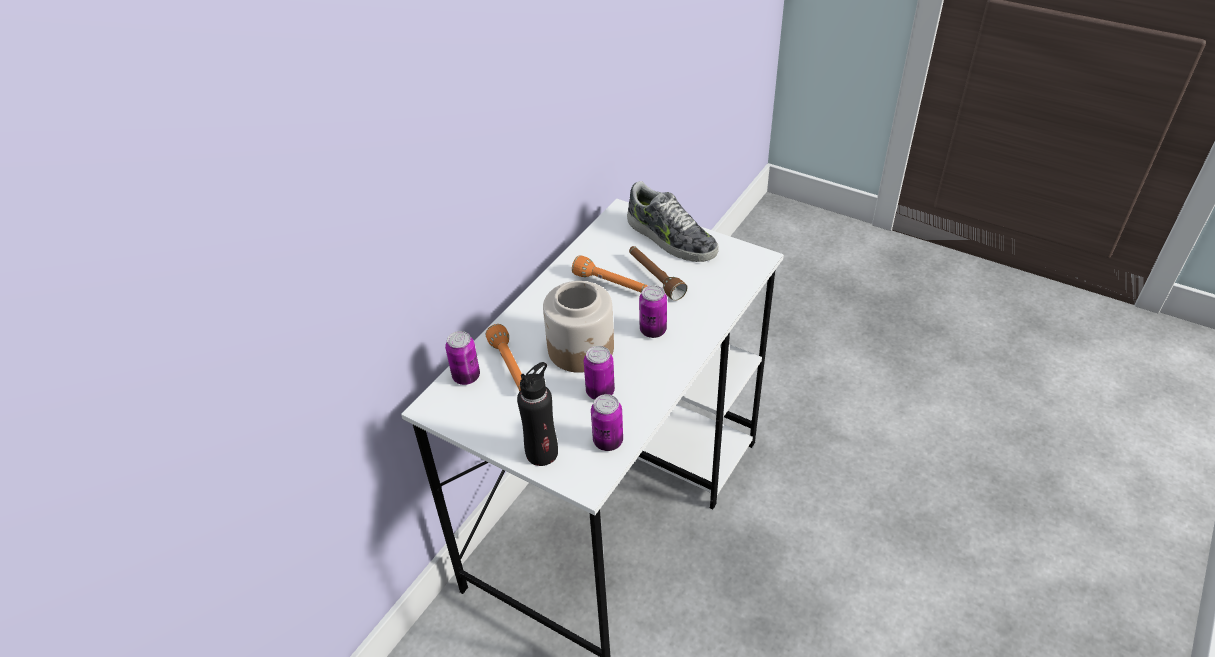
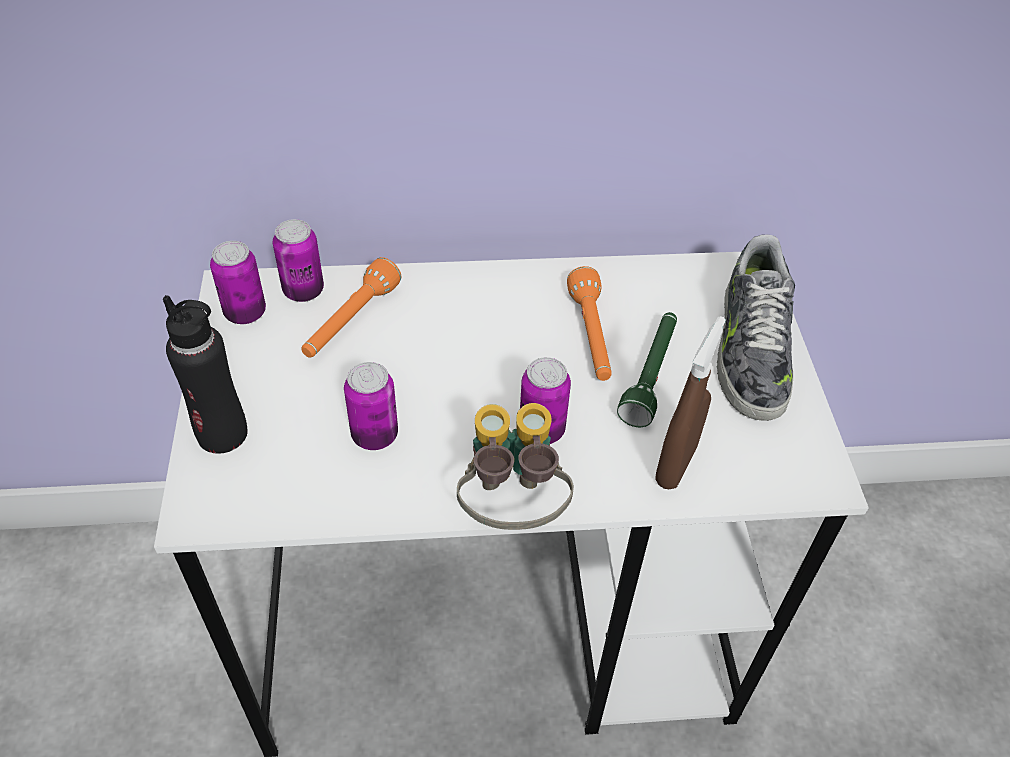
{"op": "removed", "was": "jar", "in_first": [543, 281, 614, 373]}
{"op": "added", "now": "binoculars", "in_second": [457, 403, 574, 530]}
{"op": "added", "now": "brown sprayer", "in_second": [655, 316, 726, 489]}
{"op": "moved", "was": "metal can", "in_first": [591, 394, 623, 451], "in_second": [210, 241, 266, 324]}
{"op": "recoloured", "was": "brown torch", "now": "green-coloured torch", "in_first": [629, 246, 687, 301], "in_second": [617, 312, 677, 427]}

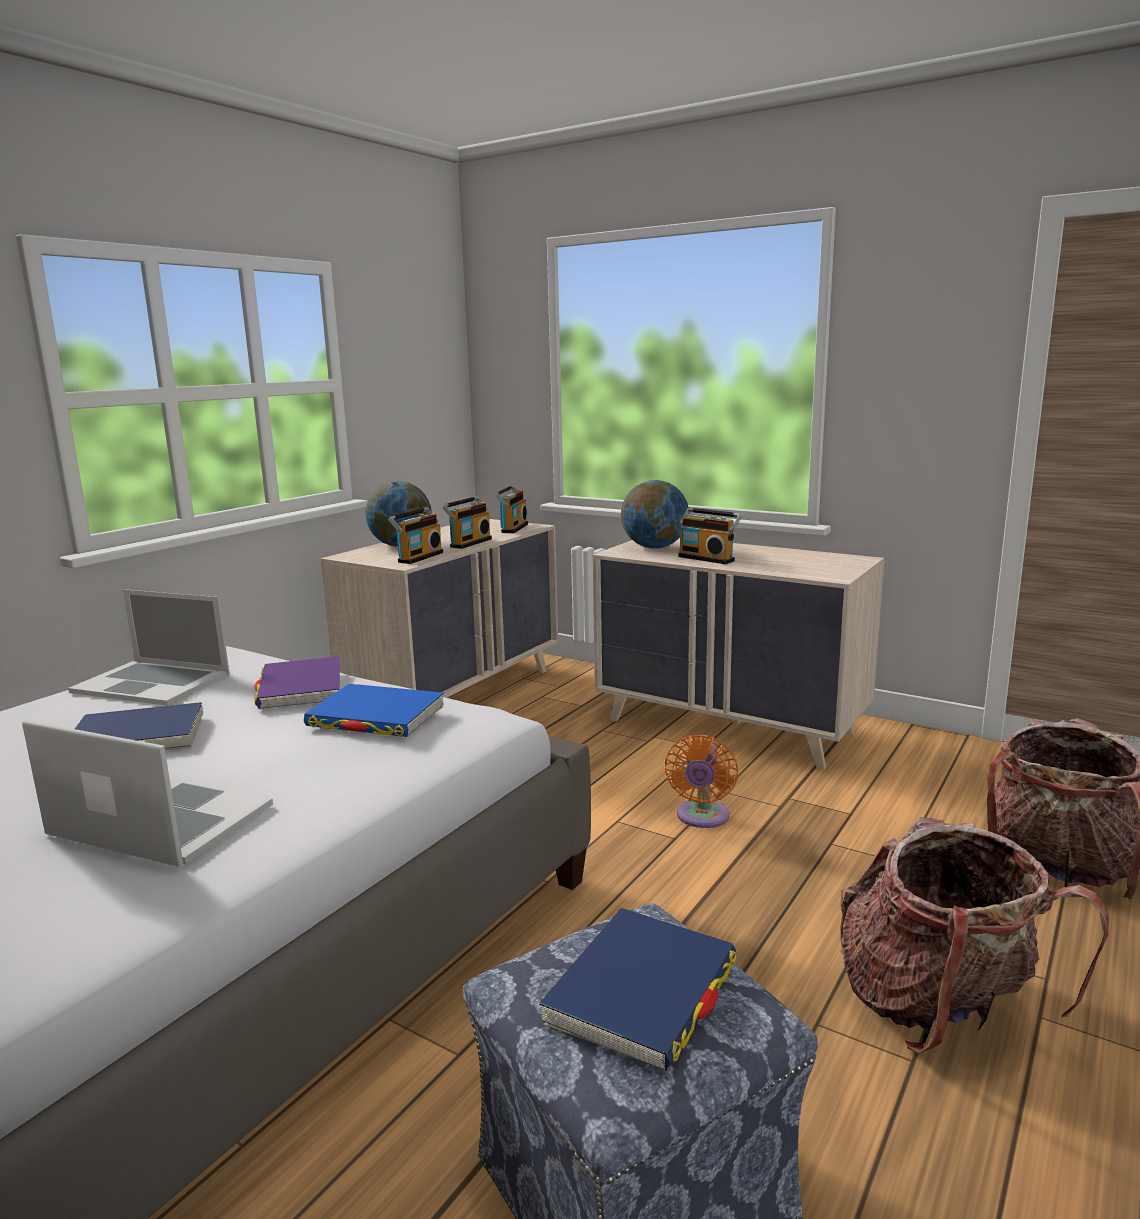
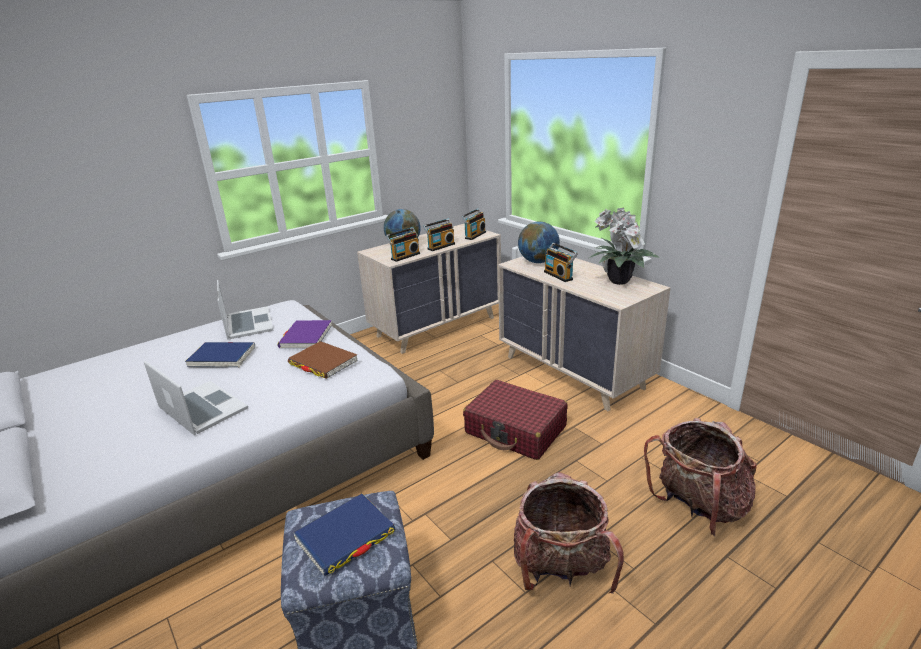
{"op": "added", "now": "plant in a pot", "in_second": [589, 208, 660, 285]}
{"op": "replaced", "was": "orangey fan", "now": "red-coloured suitcase", "in_first": [664, 735, 738, 828], "in_second": [463, 380, 568, 460]}
{"op": "recoloured", "was": "blue-coloured bound book", "now": "brown bound book", "in_first": [304, 684, 444, 737], "in_second": [288, 341, 358, 379]}
{"op": "turned", "was": "portable computer", "in_first": [68, 589, 230, 706], "in_second": [217, 280, 274, 339], "clockwise": -150}

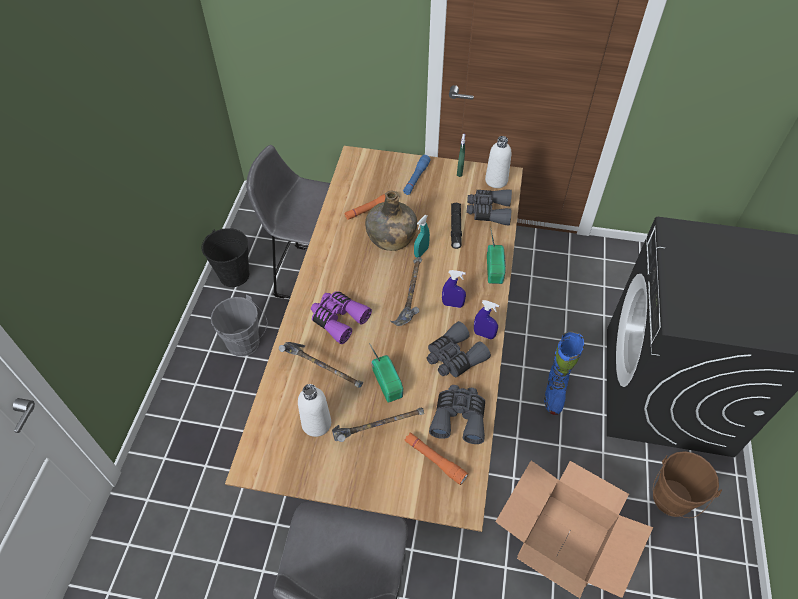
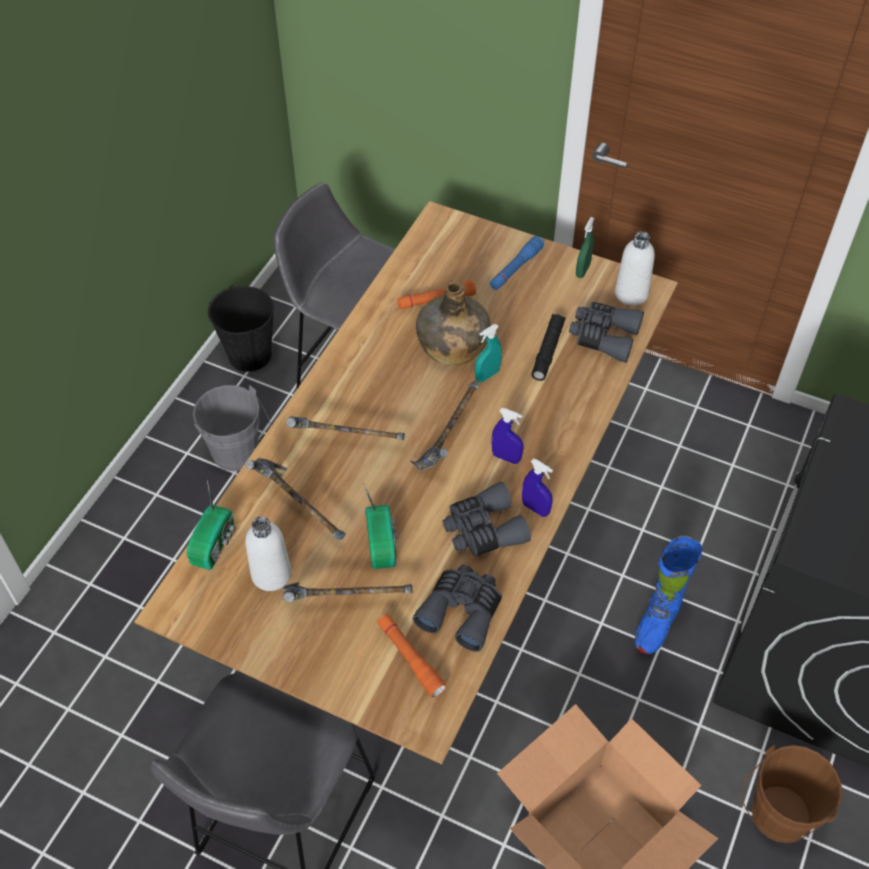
{"op": "moved", "was": "radio receiver", "in_first": [487, 227, 506, 284], "in_second": [187, 480, 236, 570]}
{"op": "replaced", "was": "purplish binoculars", "now": "tool hammer", "in_first": [311, 291, 372, 344], "in_second": [286, 416, 405, 440]}

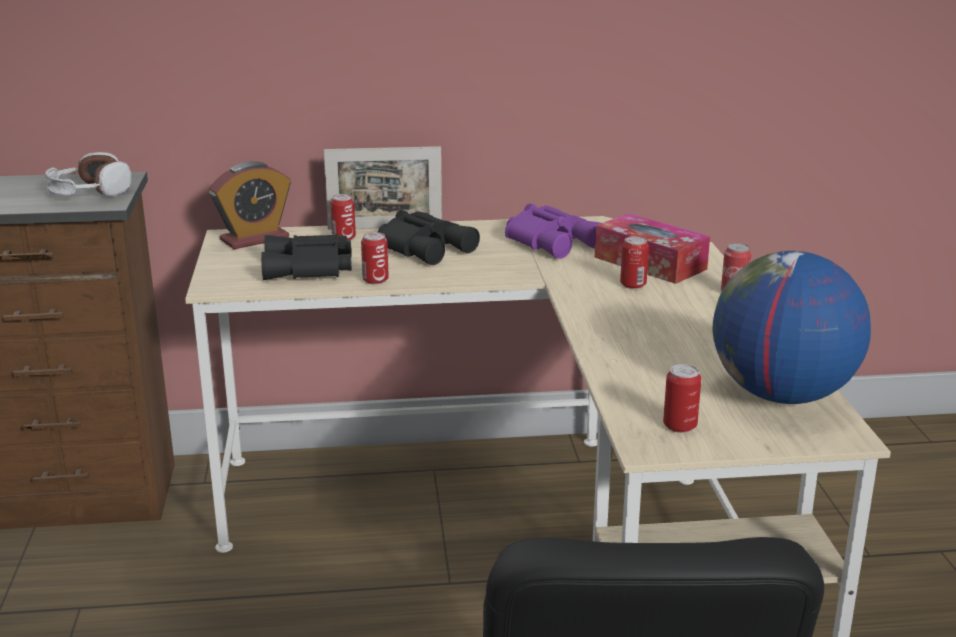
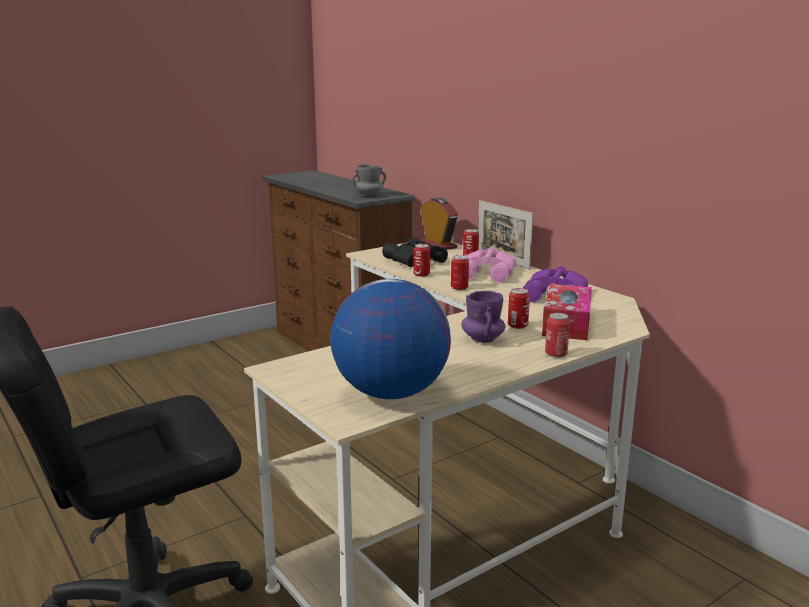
{"op": "added", "now": "purplish tea mug", "in_second": [461, 291, 506, 343]}
{"op": "moved", "was": "metal can", "in_first": [663, 364, 701, 433], "in_second": [451, 255, 469, 290]}
{"op": "replaced", "was": "headphones", "now": "gray tea mug", "in_first": [45, 152, 131, 196], "in_second": [352, 164, 386, 196]}
{"op": "recoloured", "was": "black-coloured binoculars", "now": "pink-coloured binoculars", "in_first": [378, 210, 480, 265], "in_second": [467, 247, 516, 283]}
{"op": "turned", "was": "table clock", "in_first": [209, 161, 291, 249], "in_second": [420, 198, 458, 250], "clockwise": -150}

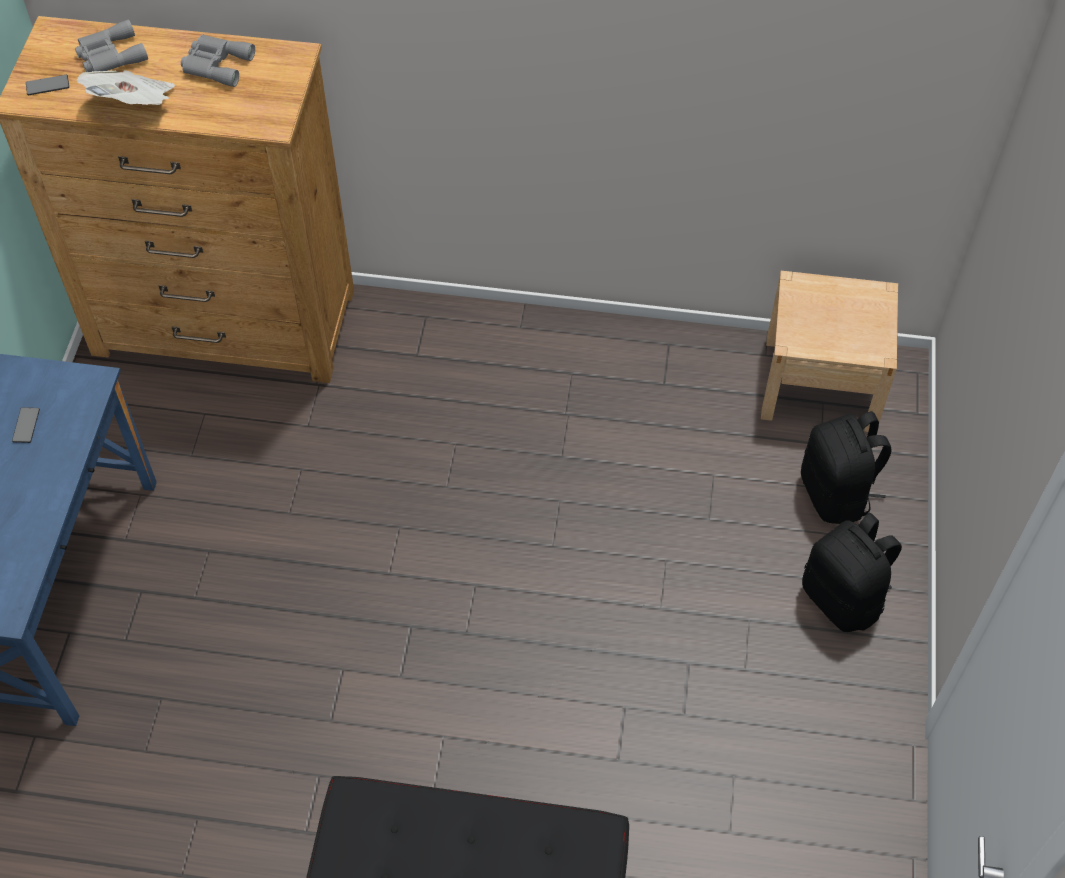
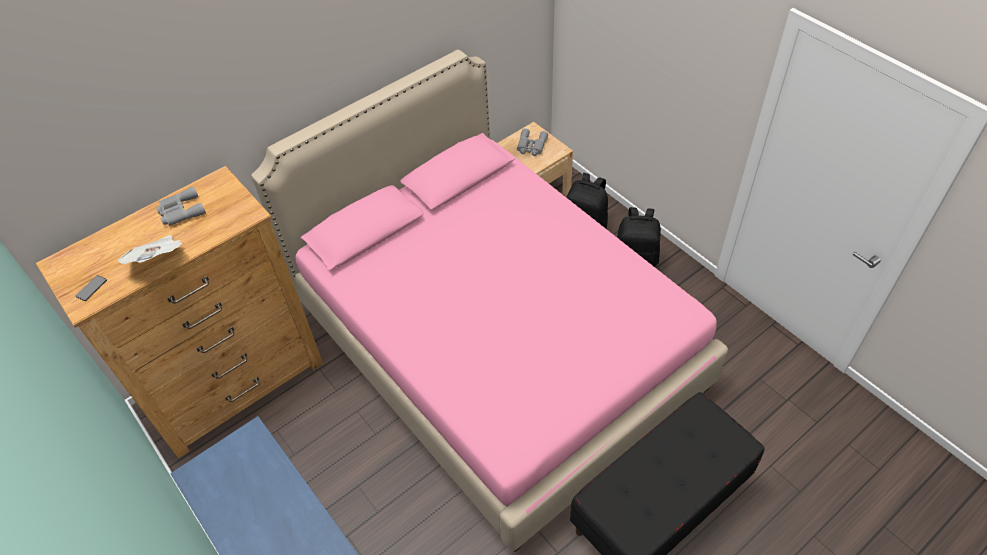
{"op": "removed", "was": "handset", "in_first": [12, 407, 40, 443]}
{"op": "added", "now": "pink-coloured bed", "in_second": [251, 50, 728, 552]}
{"op": "moved", "was": "gray binoculars", "in_first": [75, 20, 148, 72], "in_second": [517, 128, 548, 156]}

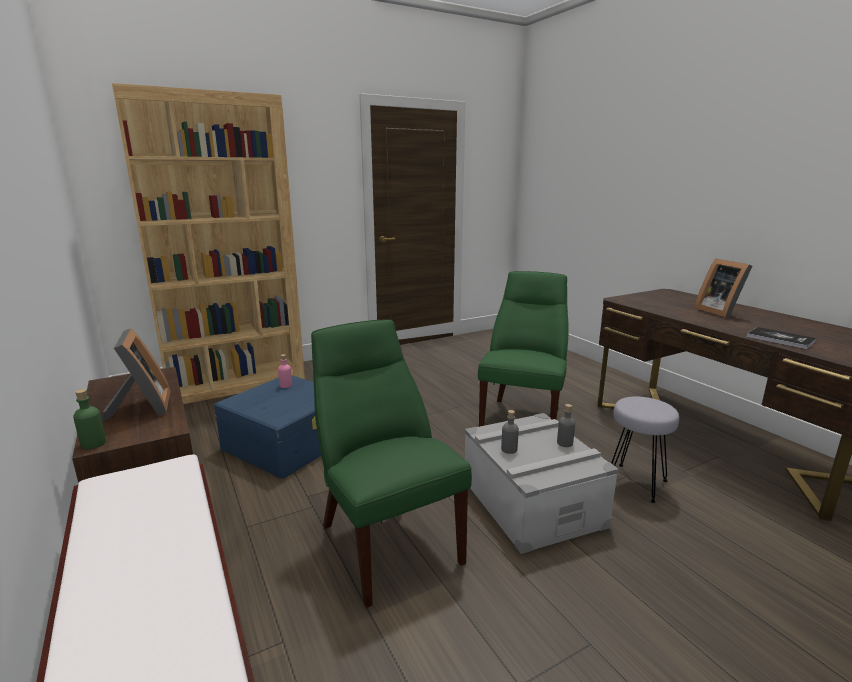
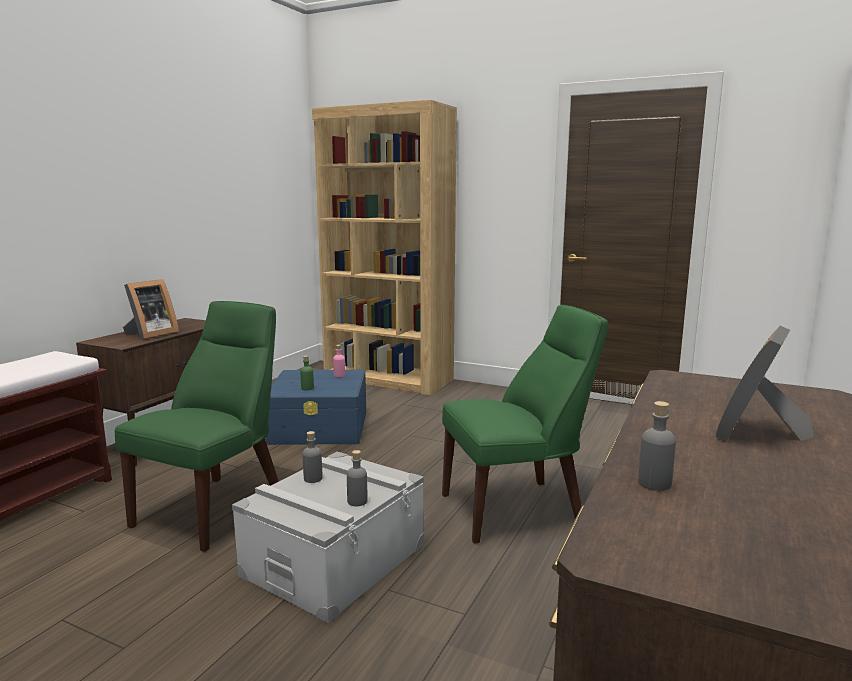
{"op": "removed", "was": "gray stool", "in_first": [611, 397, 679, 503]}
{"op": "moved", "was": "green-coloured beverage bottle", "in_first": [73, 389, 106, 449], "in_second": [300, 355, 314, 390]}
{"op": "replaced", "was": "bound book", "now": "gray beverage bottle", "in_first": [747, 327, 816, 349], "in_second": [638, 401, 676, 491]}

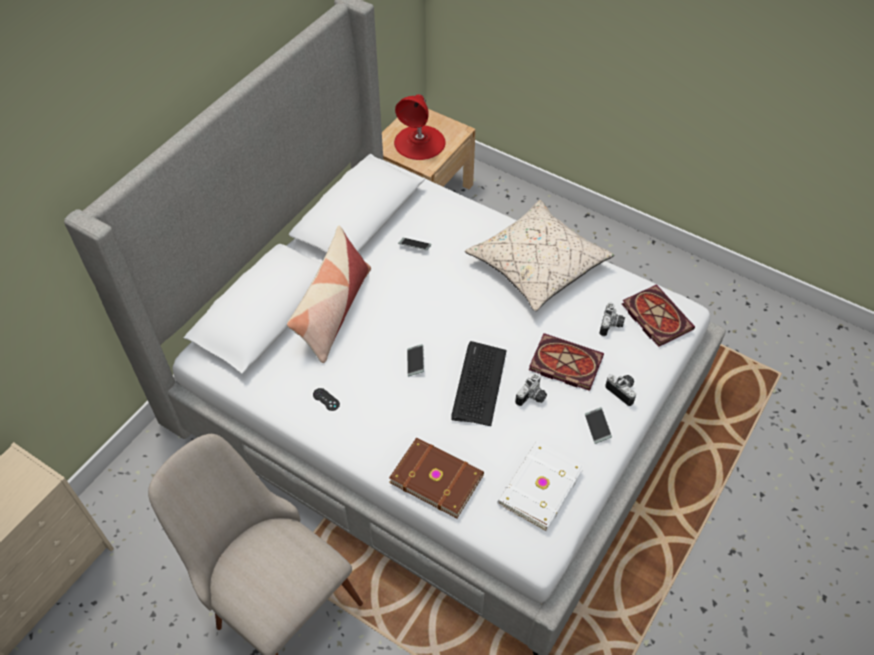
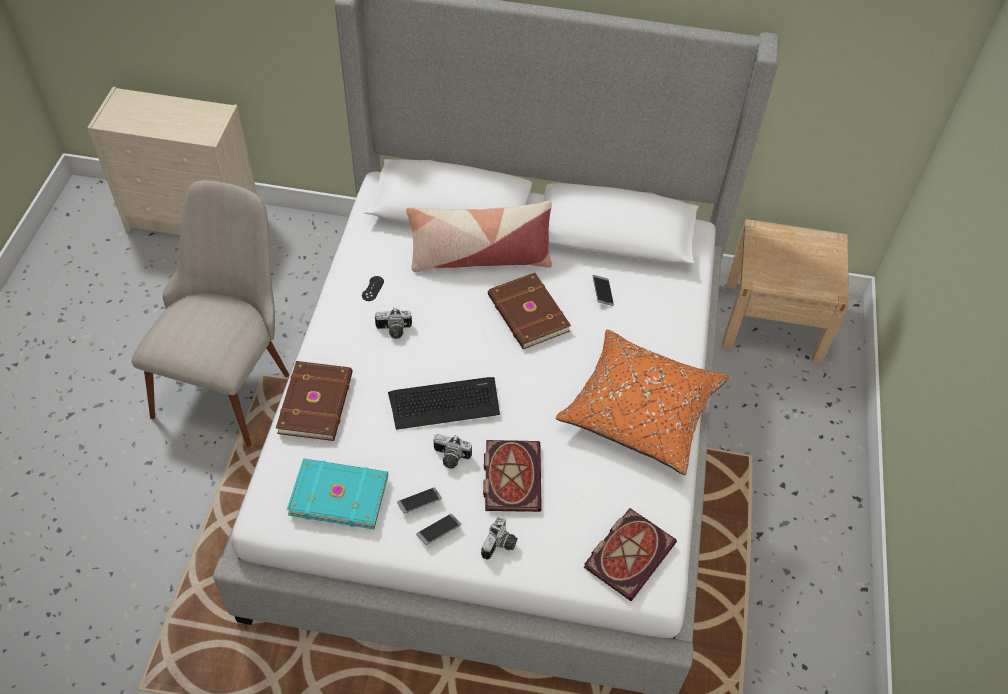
{"op": "removed", "was": "red-coloured table lamp", "in_first": [394, 94, 446, 160]}
{"op": "added", "now": "brown bound book", "in_second": [488, 273, 571, 349]}
{"op": "moved", "was": "handset", "in_first": [407, 344, 424, 376], "in_second": [397, 487, 442, 514]}
{"op": "moved", "was": "photo camera", "in_first": [600, 302, 625, 336], "in_second": [375, 307, 412, 339]}
{"op": "recoloured", "was": "beige-coloured throw pillow", "now": "orangey throw pillow", "in_first": [465, 200, 614, 311], "in_second": [556, 329, 729, 475]}
{"op": "recoloured", "was": "white-coloured bound book", "now": "turquoise bound book", "in_first": [497, 441, 584, 532], "in_second": [287, 458, 388, 529]}

